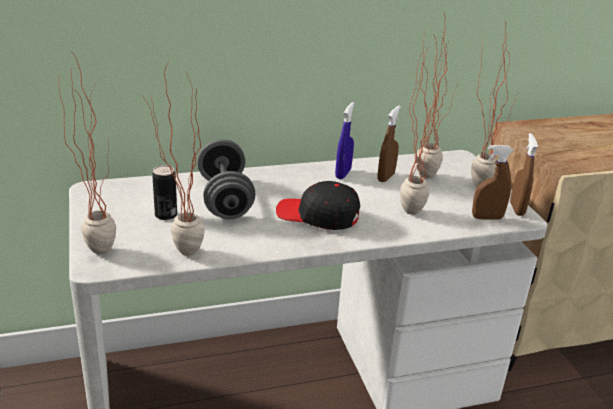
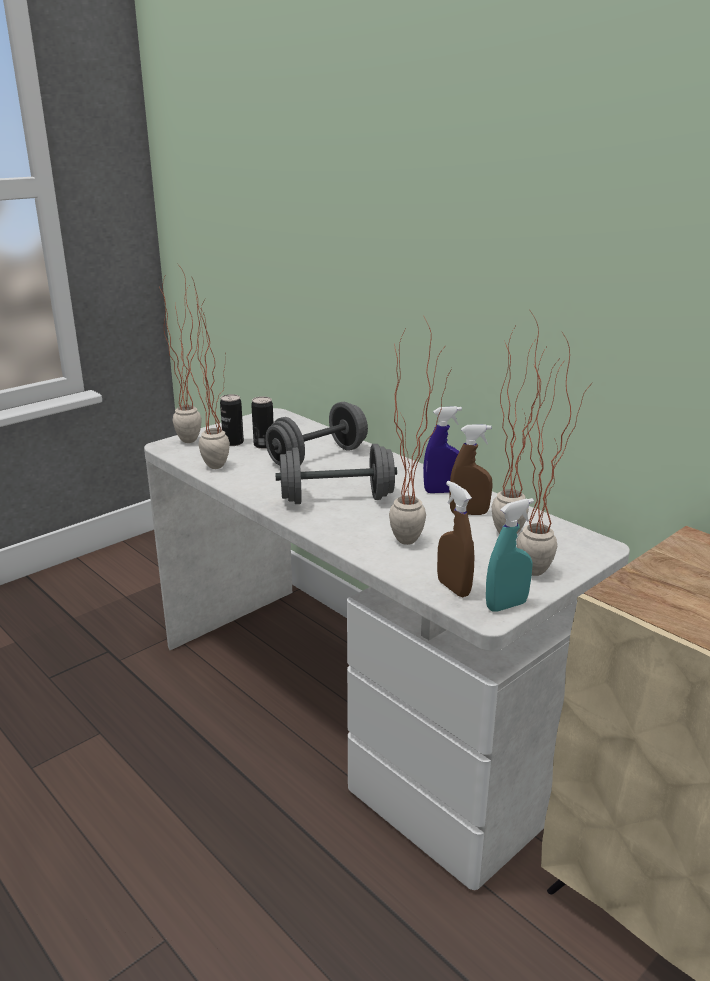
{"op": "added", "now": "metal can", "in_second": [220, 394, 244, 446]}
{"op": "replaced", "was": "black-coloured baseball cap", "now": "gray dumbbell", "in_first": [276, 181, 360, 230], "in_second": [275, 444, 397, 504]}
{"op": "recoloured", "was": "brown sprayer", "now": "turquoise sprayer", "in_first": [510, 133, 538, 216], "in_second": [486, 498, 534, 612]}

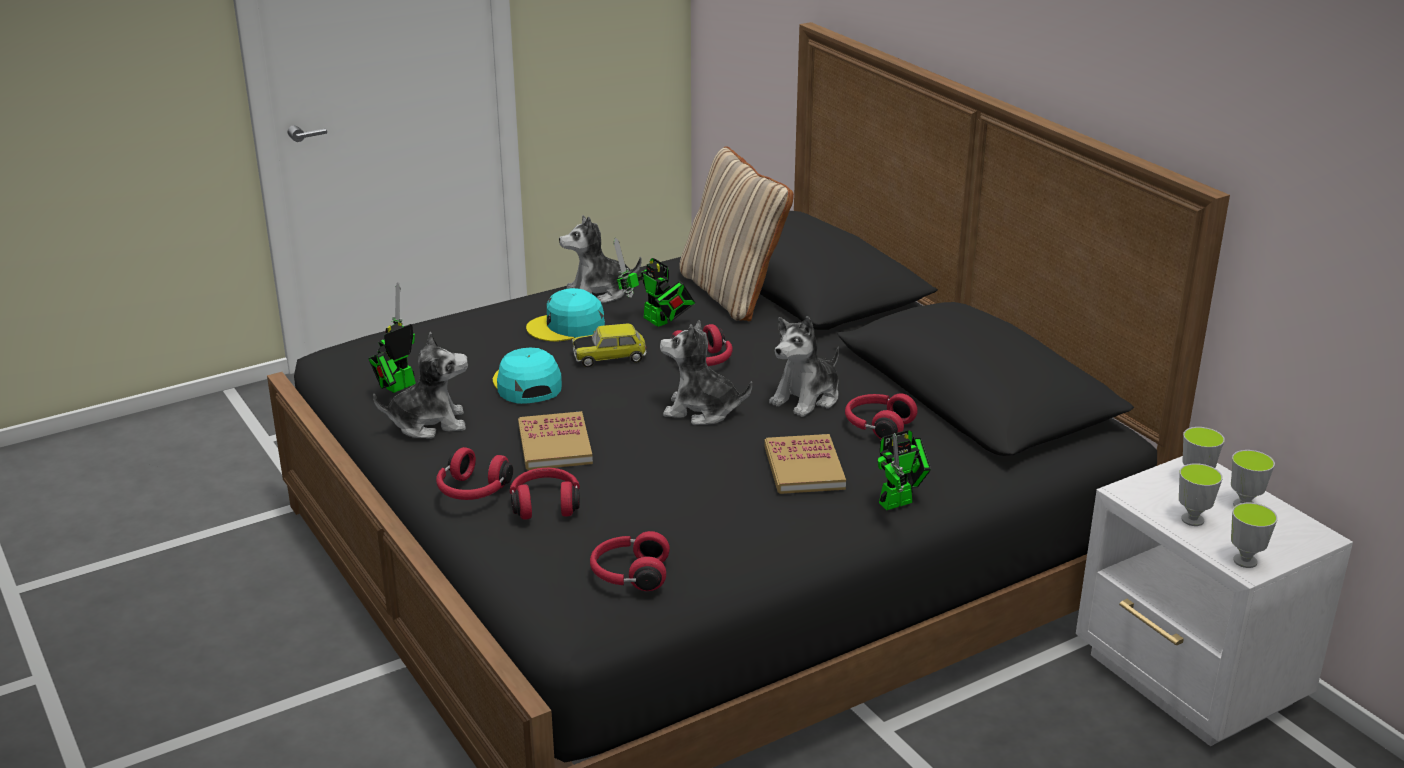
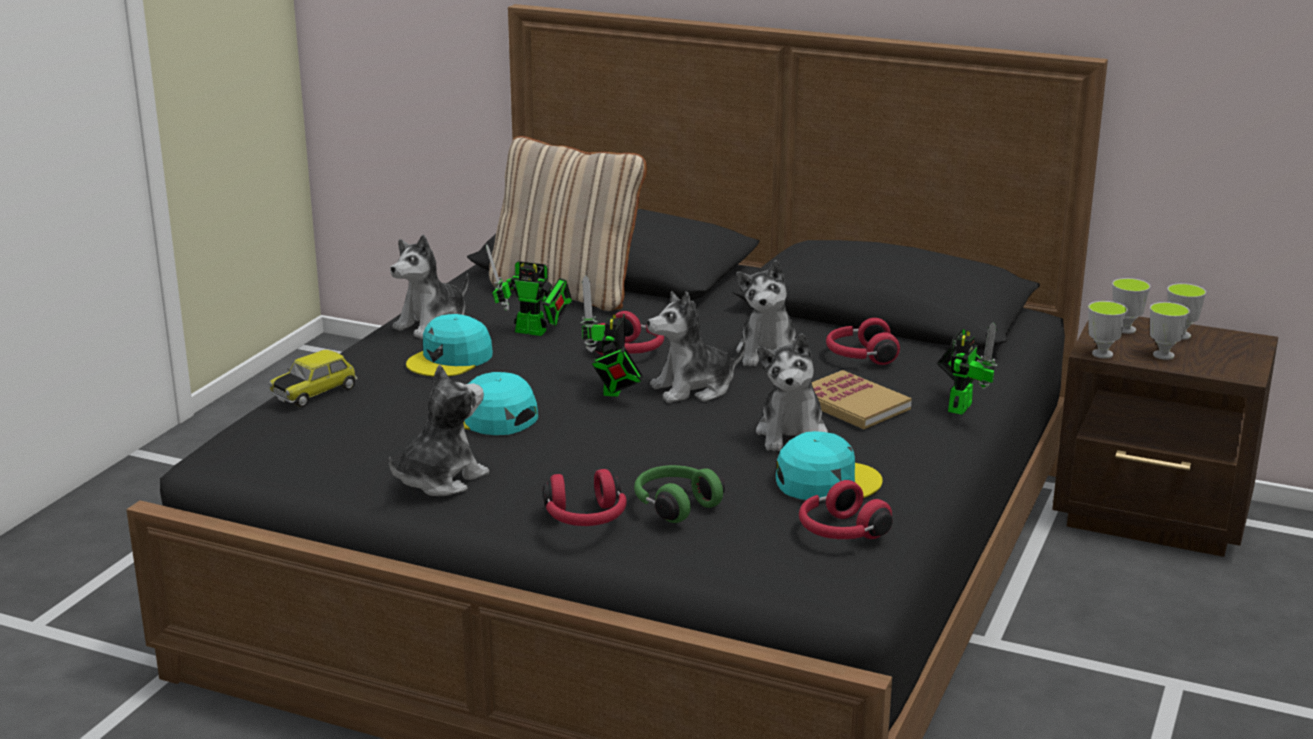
{"op": "removed", "was": "bound book", "in_first": [518, 411, 593, 470]}
{"op": "added", "now": "soft toy", "in_second": [756, 333, 828, 451]}
{"op": "added", "now": "turquoise baseball cap", "in_second": [776, 431, 883, 500]}
{"op": "moved", "was": "model robot", "in_first": [368, 282, 416, 393], "in_second": [580, 275, 643, 397]}
{"op": "moved", "was": "model car", "in_first": [572, 323, 646, 367], "in_second": [268, 350, 358, 407]}
{"op": "moved", "was": "small cup", "in_first": [1231, 503, 1278, 568], "in_second": [1088, 301, 1128, 359]}
{"op": "recoloured", "was": "red-coloured headphones", "now": "green-coloured headphones", "in_first": [510, 468, 580, 520], "in_second": [634, 465, 725, 523]}
{"op": "recoloured", "was": "white-coloured nightstand", "now": "brown nightstand", "in_first": [1076, 456, 1353, 746], "in_second": [1052, 316, 1278, 557]}

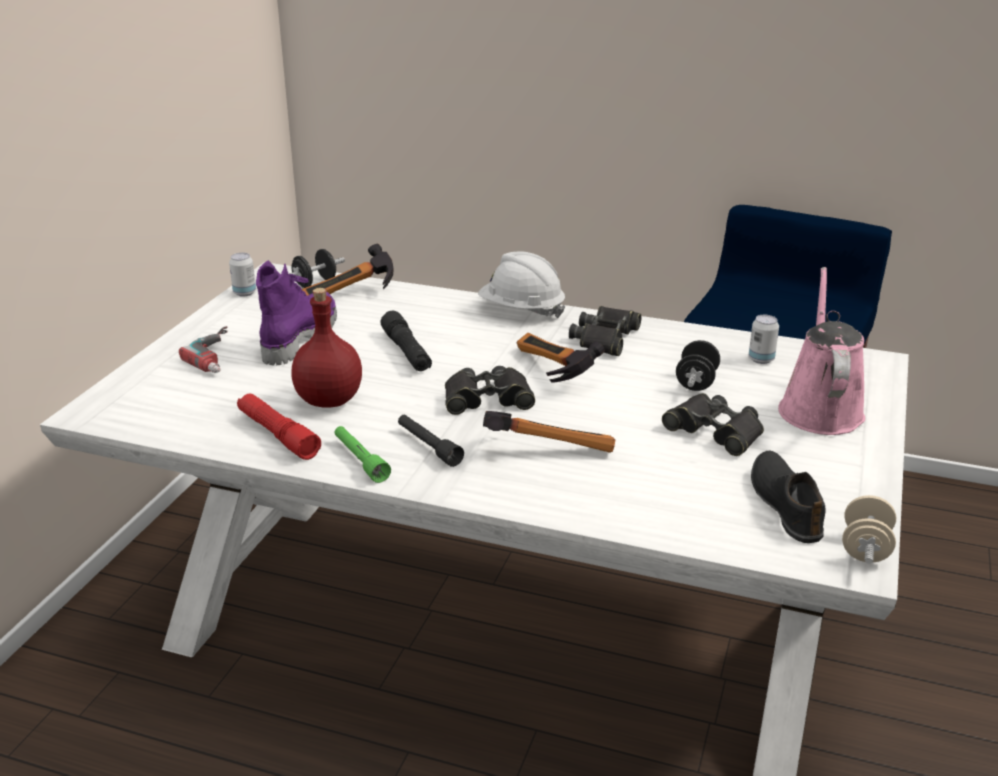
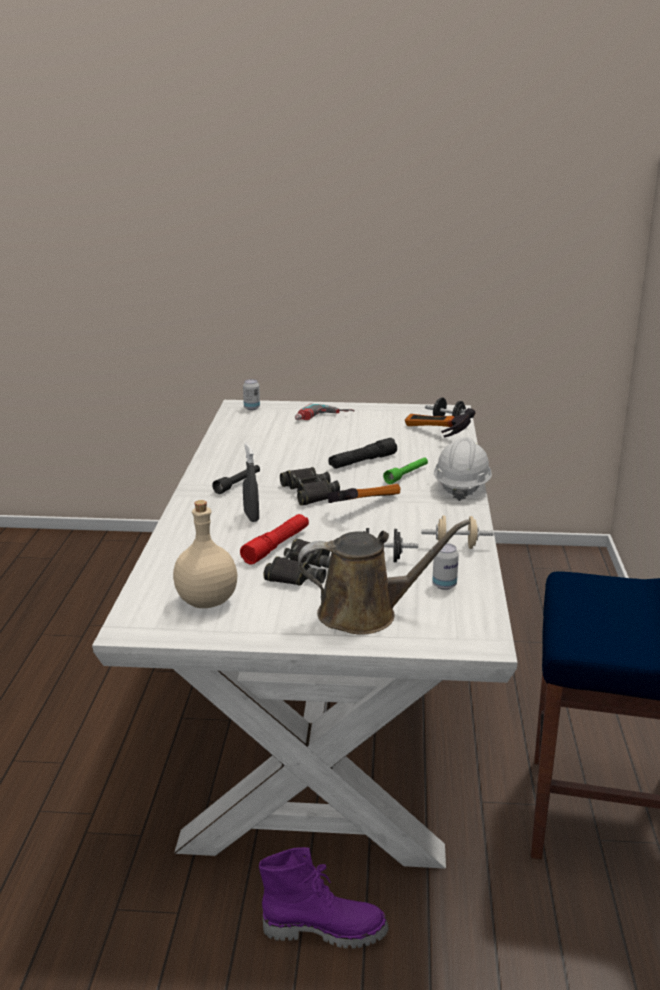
{"op": "removed", "was": "red-coloured beverage bottle", "in_first": [291, 288, 362, 408]}
{"op": "removed", "was": "black-coloured binoculars", "in_first": [569, 306, 641, 356]}
{"op": "moved", "was": "metal can", "in_first": [229, 253, 256, 297], "in_second": [243, 379, 260, 410]}
{"op": "moved", "was": "red-coloured torch", "in_first": [237, 394, 321, 460], "in_second": [240, 514, 309, 565]}
{"op": "moved", "was": "purplish high-top boot", "in_first": [256, 260, 337, 366], "in_second": [259, 847, 389, 949]}
{"op": "moved", "was": "green-coloured torch", "in_first": [335, 426, 391, 483], "in_second": [383, 457, 428, 484]}
{"op": "moved", "was": "beige-coloured dumbbell", "in_first": [842, 495, 896, 564], "in_second": [421, 515, 493, 549]}
{"op": "replaced", "was": "tool hammer", "now": "gray sprayer", "in_first": [483, 411, 615, 453], "in_second": [243, 443, 259, 522]}
{"op": "replaced", "was": "black-coloured item of footwear", "now": "beige-coloured beverage bottle", "in_first": [751, 451, 825, 543], "in_second": [173, 500, 237, 608]}
{"op": "recoloured", "was": "pink-coloured watering can", "now": "brown watering can", "in_first": [778, 267, 865, 435], "in_second": [298, 520, 470, 635]}

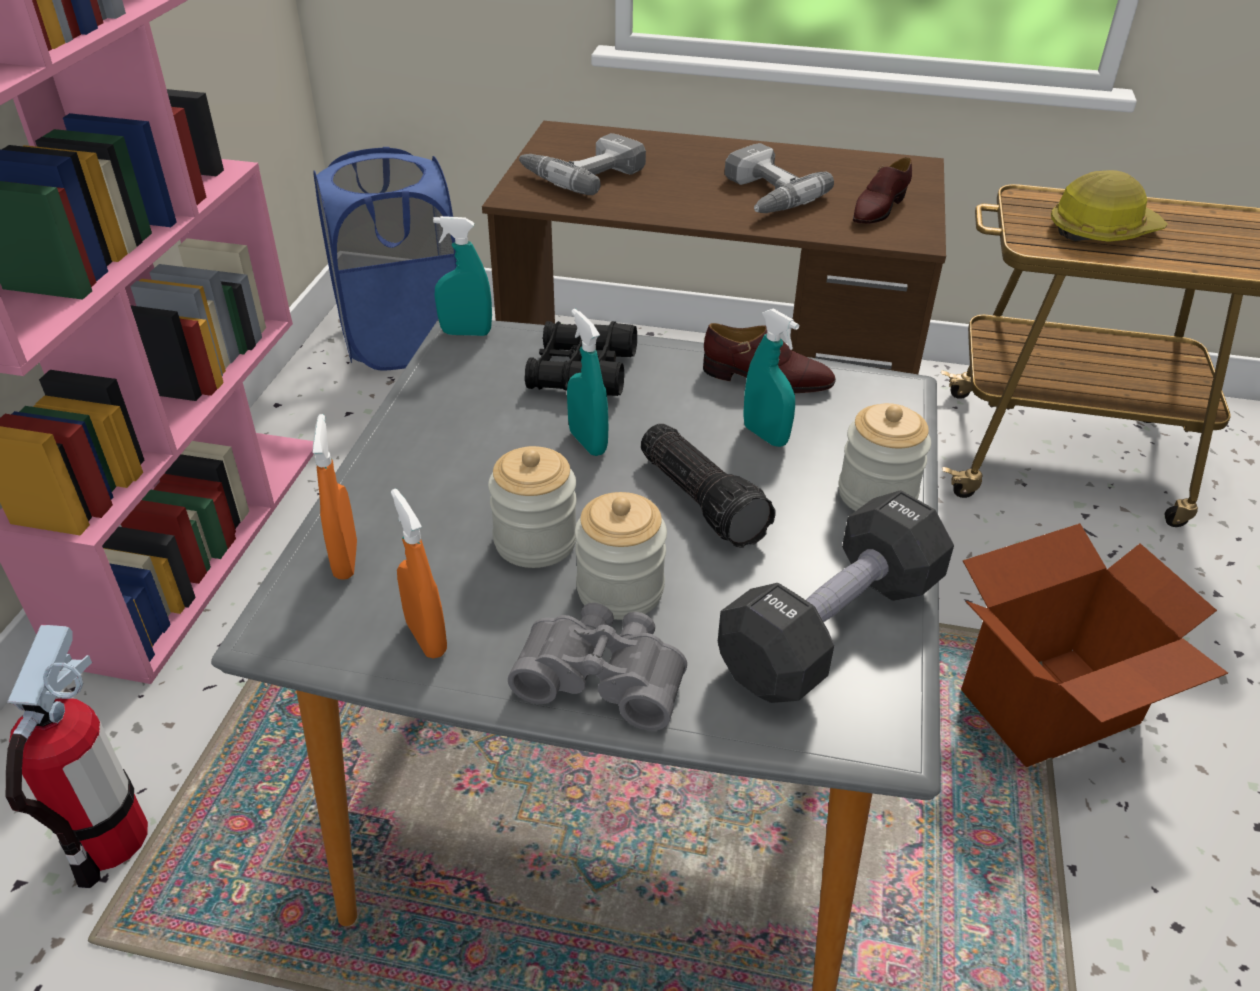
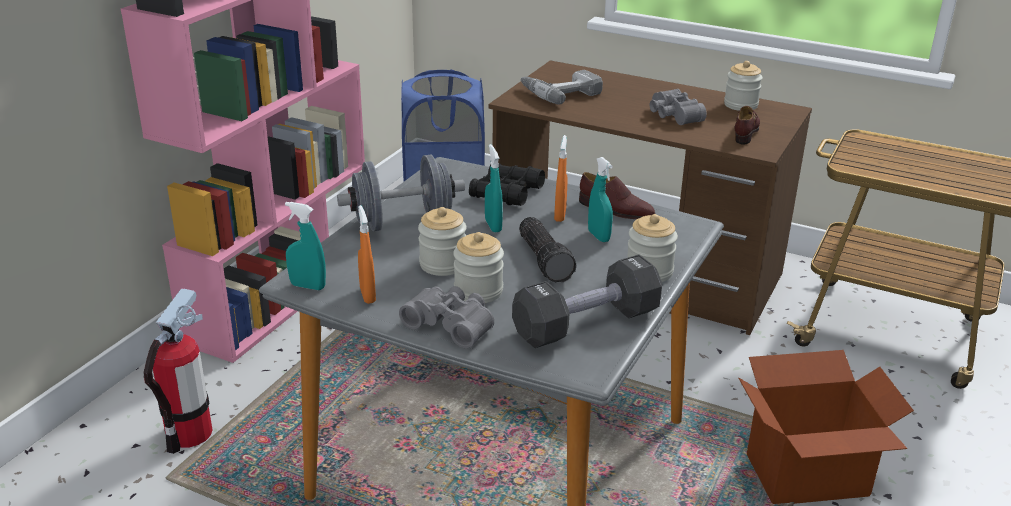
{"op": "removed", "was": "safety helmet", "in_first": [1051, 170, 1168, 242]}
{"op": "added", "now": "gray dumbbell", "in_second": [337, 155, 465, 231]}
{"op": "added", "now": "jar", "in_second": [724, 61, 763, 111]}
{"op": "moved", "was": "orangey sprayer", "in_first": [313, 414, 357, 580], "in_second": [554, 135, 567, 222]}
{"op": "moved", "was": "turquoise sprayer", "in_first": [433, 216, 492, 336], "in_second": [285, 202, 326, 290]}
{"op": "replaced", "was": "drill", "now": "gray binoculars", "in_first": [724, 143, 834, 213], "in_second": [649, 89, 707, 125]}
{"op": "turned", "was": "brown item of footwear", "in_first": [853, 157, 912, 224], "in_second": [734, 106, 760, 145], "clockwise": 150}

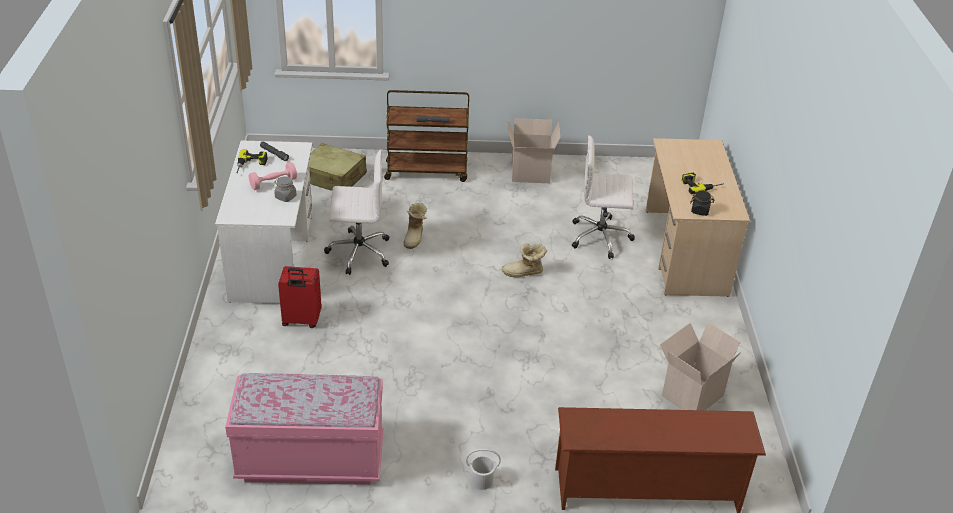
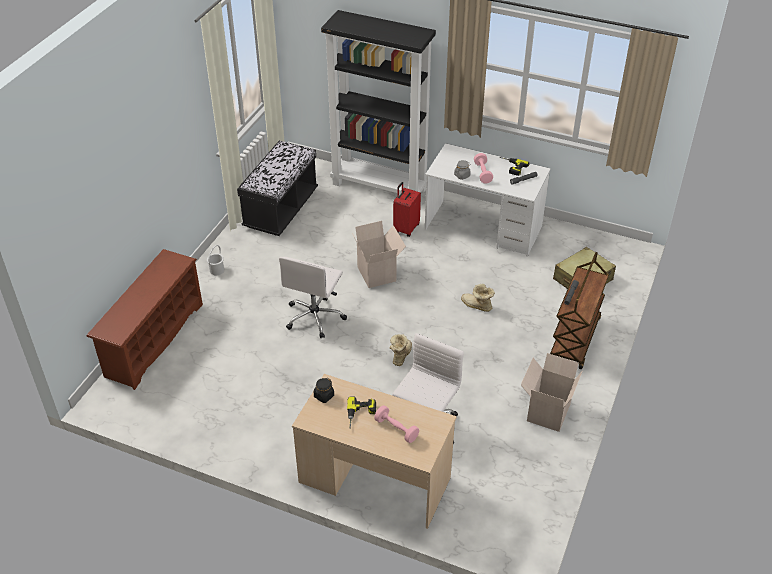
{"op": "added", "now": "black-coloured shelving unit", "in_second": [321, 10, 436, 194]}
{"op": "added", "now": "pink-coloured dumbbell", "in_second": [374, 405, 419, 443]}
{"op": "moved", "was": "white-coloured office chair", "in_first": [324, 149, 389, 275], "in_second": [279, 257, 347, 338]}
{"op": "moved", "was": "carton", "in_first": [660, 322, 741, 410], "in_second": [352, 221, 406, 288]}
{"op": "recoloured", "was": "pink-coloured long seat", "now": "black-coloured long seat", "in_first": [225, 373, 384, 485], "in_second": [237, 141, 318, 236]}

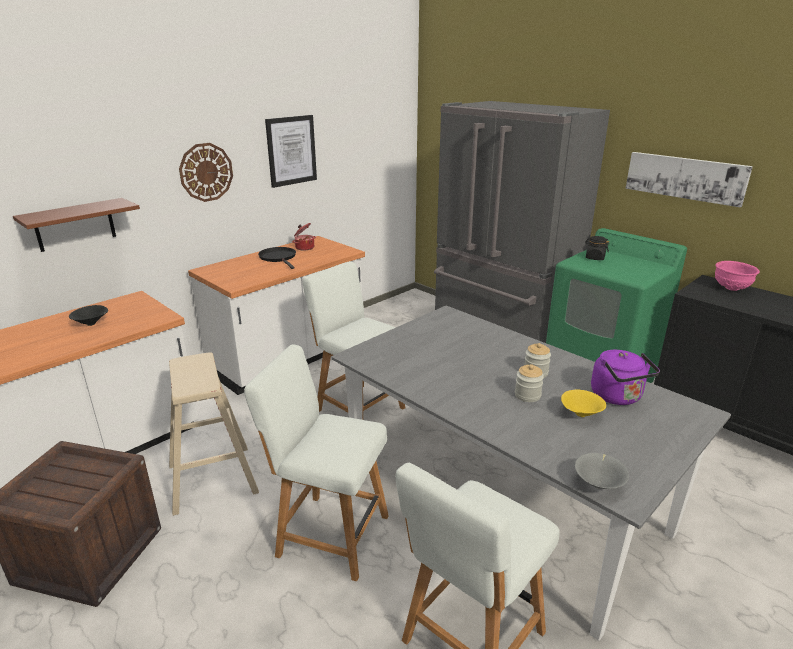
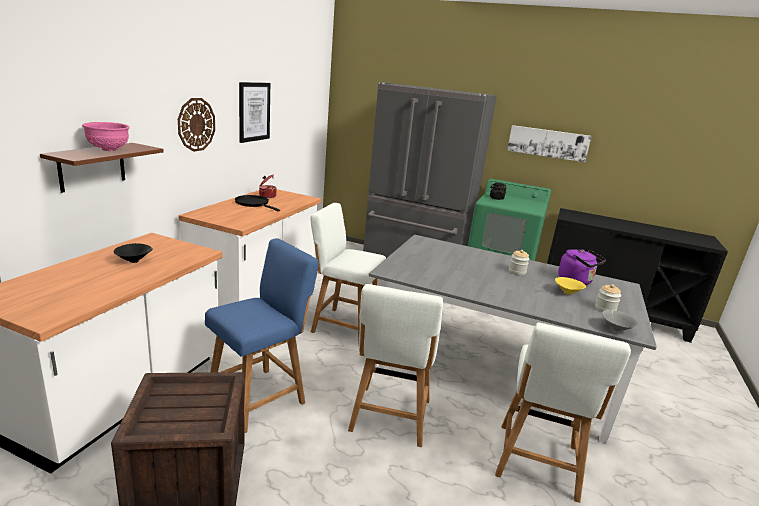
{"op": "moved", "was": "jar", "in_first": [515, 364, 544, 402], "in_second": [595, 284, 621, 312]}
{"op": "moved", "was": "pink-coloured deep dish", "in_first": [715, 261, 760, 291], "in_second": [82, 122, 130, 151]}
{"op": "replaced", "was": "beige-coloured stool", "now": "blue-coloured plain chair", "in_first": [169, 352, 259, 516], "in_second": [205, 238, 319, 434]}
{"op": "turned", "was": "white-coloured plain chair", "in_first": [244, 344, 389, 581], "in_second": [348, 284, 443, 447], "clockwise": -75}

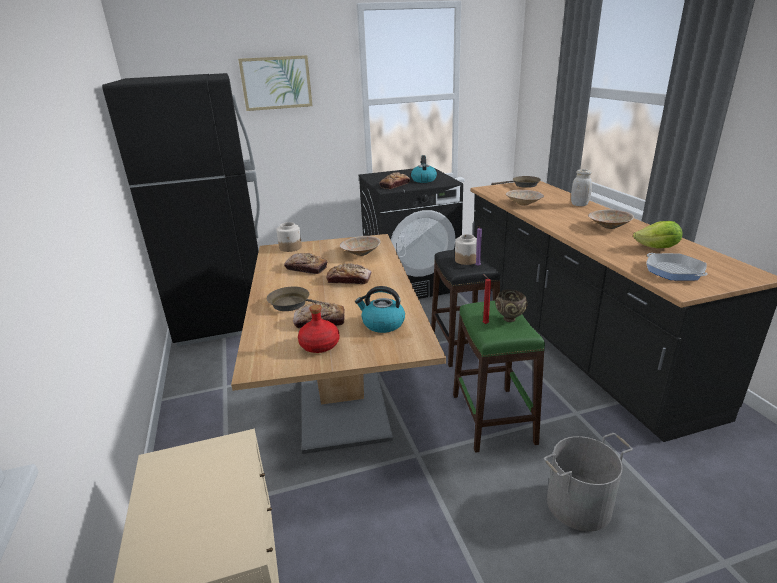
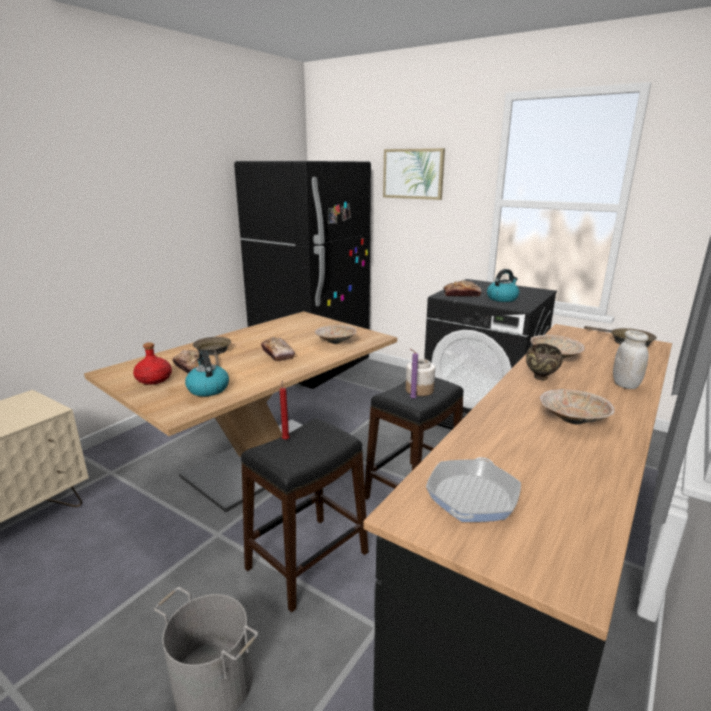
{"op": "removed", "was": "jar", "in_first": [276, 222, 302, 252]}
{"op": "removed", "was": "bakery bread", "in_first": [284, 253, 327, 274]}
{"op": "removed", "was": "lettuce head", "in_first": [633, 221, 683, 248]}
{"op": "moved", "was": "brown deep dish", "in_first": [495, 289, 527, 322], "in_second": [526, 344, 563, 380]}
{"op": "recoloured", "was": "green-coloured stool", "now": "black-coloured stool", "in_first": [453, 301, 545, 453], "in_second": [241, 418, 368, 612]}

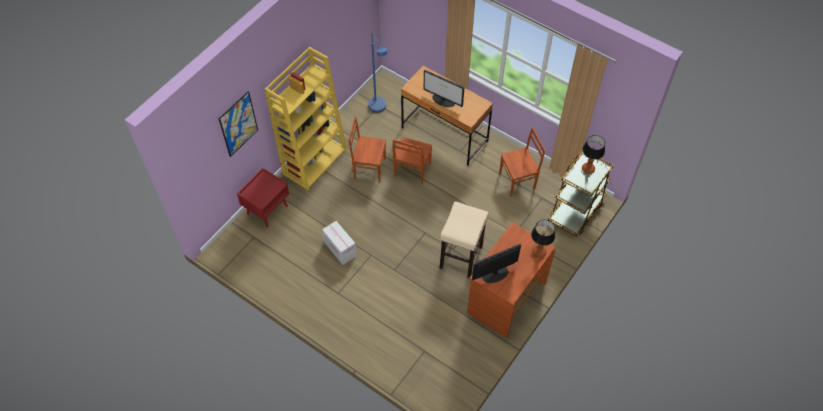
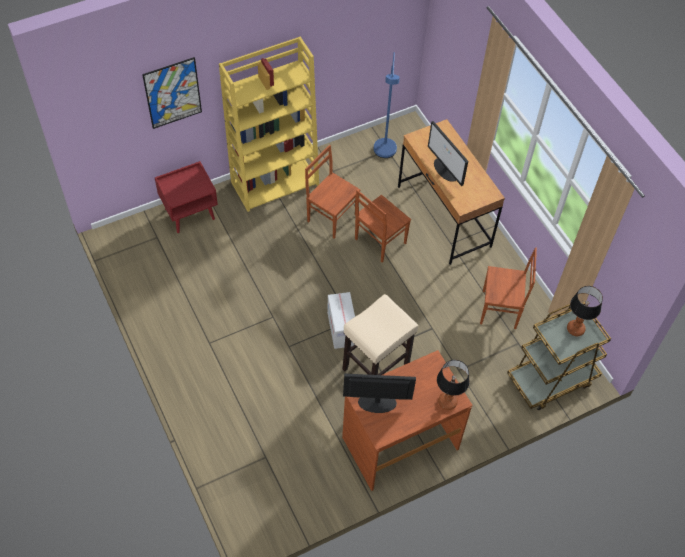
{"op": "moved", "was": "carton", "in_first": [322, 221, 357, 265], "in_second": [327, 292, 355, 349]}

